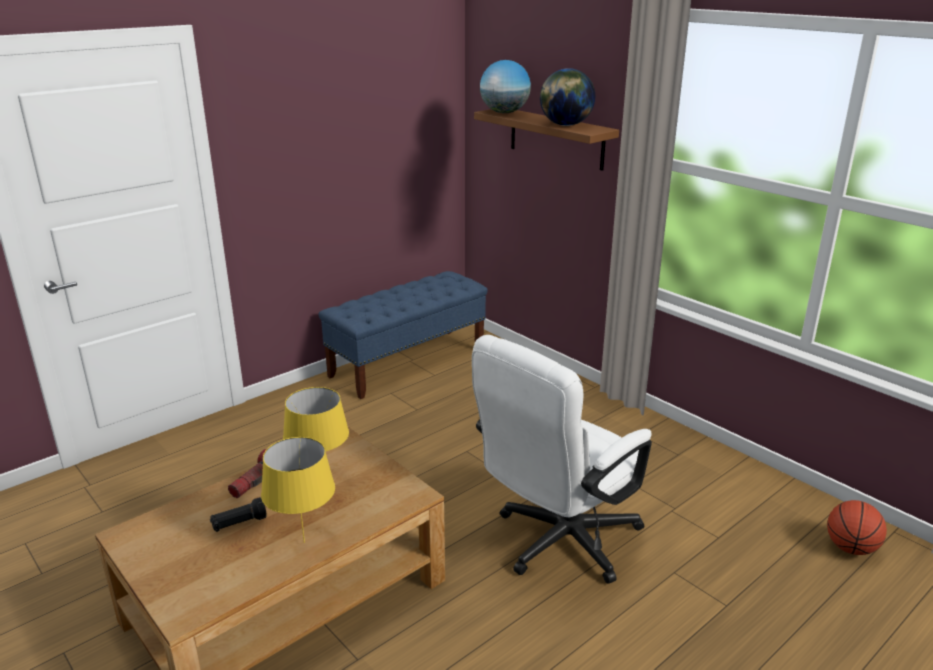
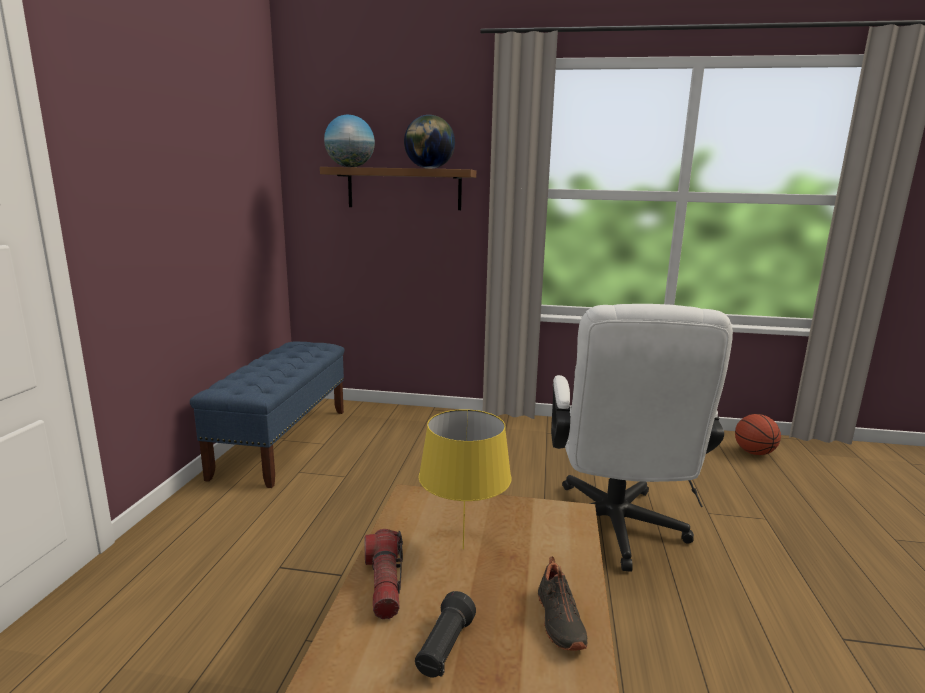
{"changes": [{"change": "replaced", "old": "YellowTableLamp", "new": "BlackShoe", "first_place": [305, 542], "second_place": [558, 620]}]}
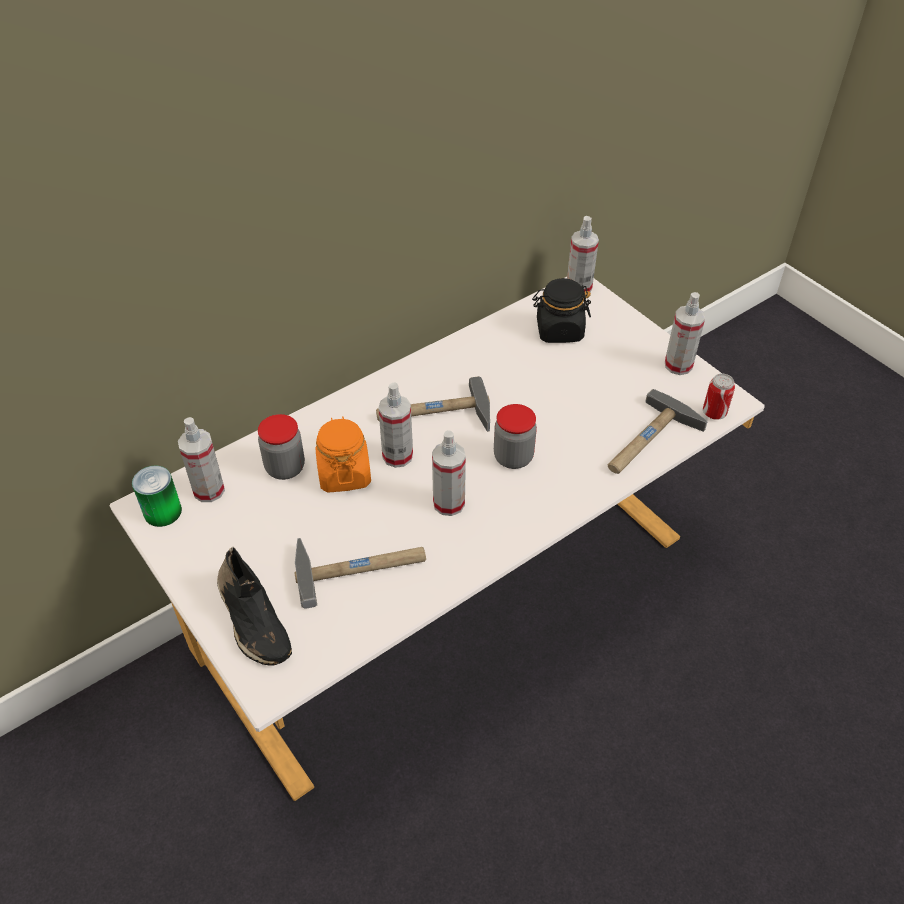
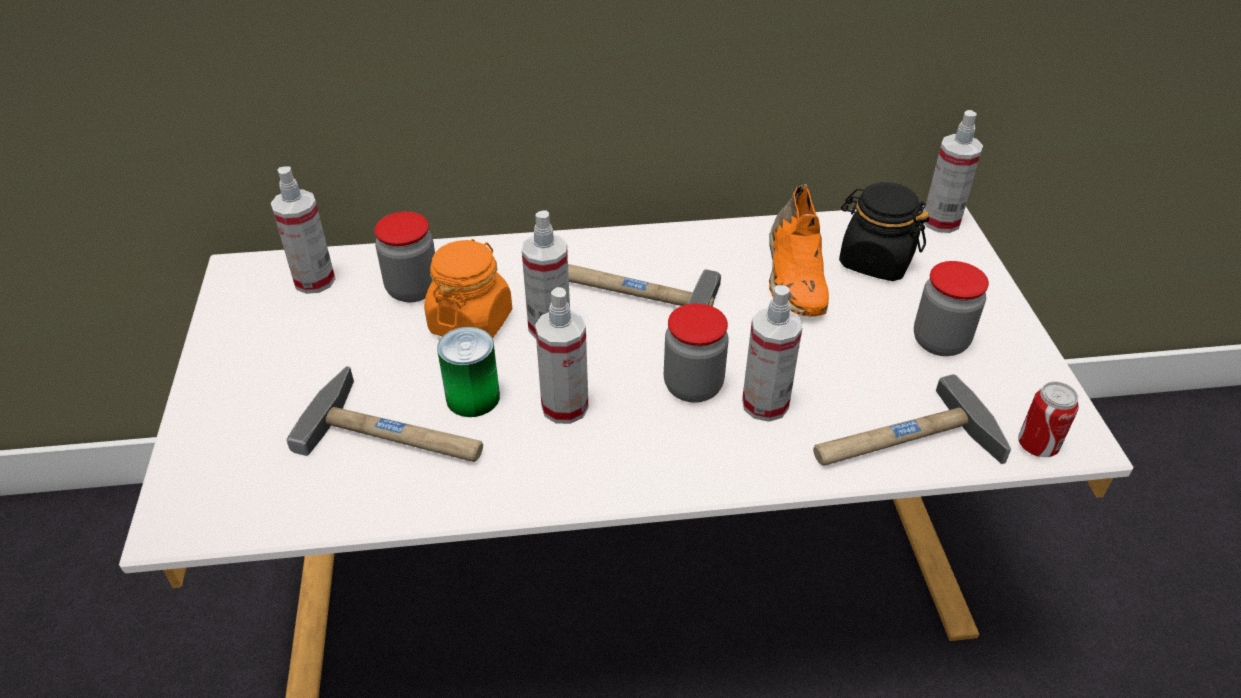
{"changes": [{"change": "removed", "old": "BlackShoe", "first_place": [253, 620]}, {"change": "added", "new": "OrangeShoe", "second_place": [794, 276]}, {"change": "added", "new": "Jar", "second_place": [940, 341]}, {"change": "moved", "old": "Can", "first_place": [162, 512], "second_place": [473, 397]}, {"change": "moved", "old": "SprayBottle", "first_place": [678, 365], "second_place": [765, 404]}]}
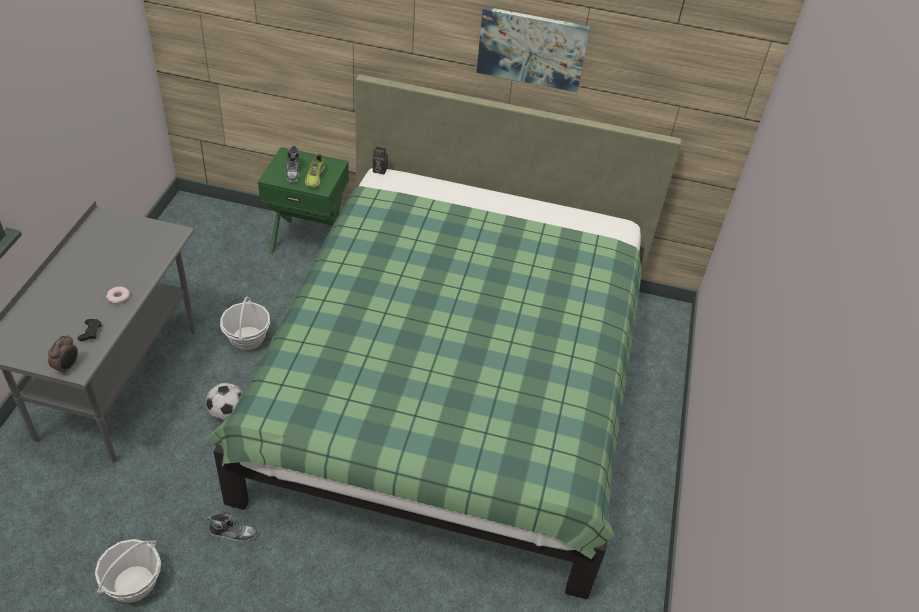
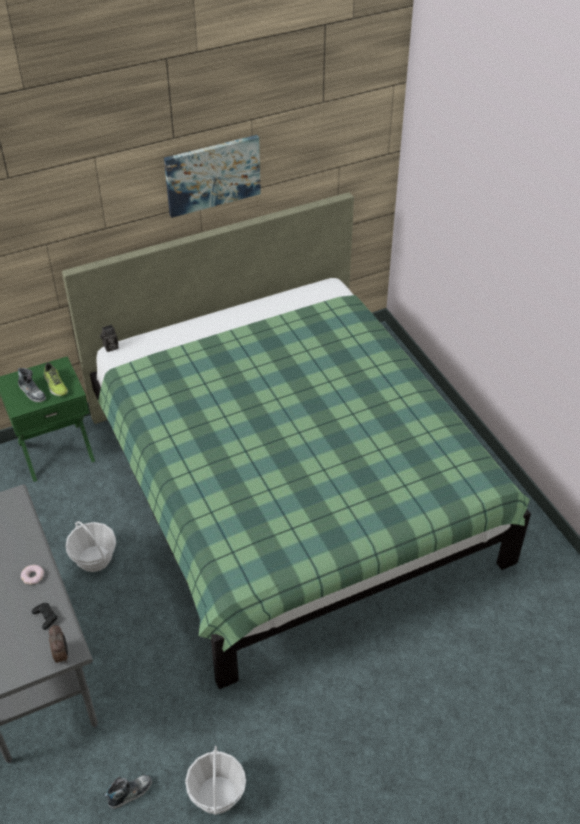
{"changes": [{"change": "removed", "old": "Football", "first_place": [227, 413]}, {"change": "moved", "old": "Shoe", "first_place": [233, 533], "second_place": [130, 793]}]}
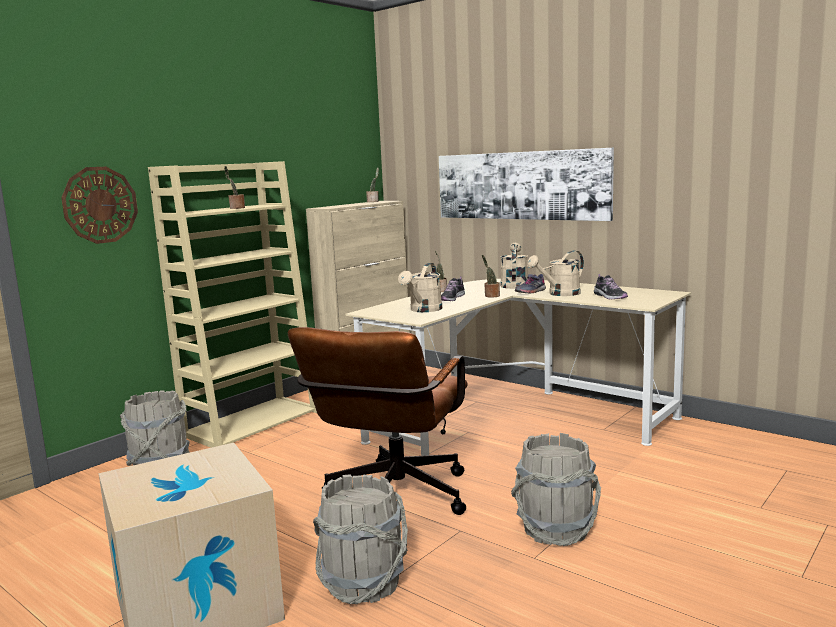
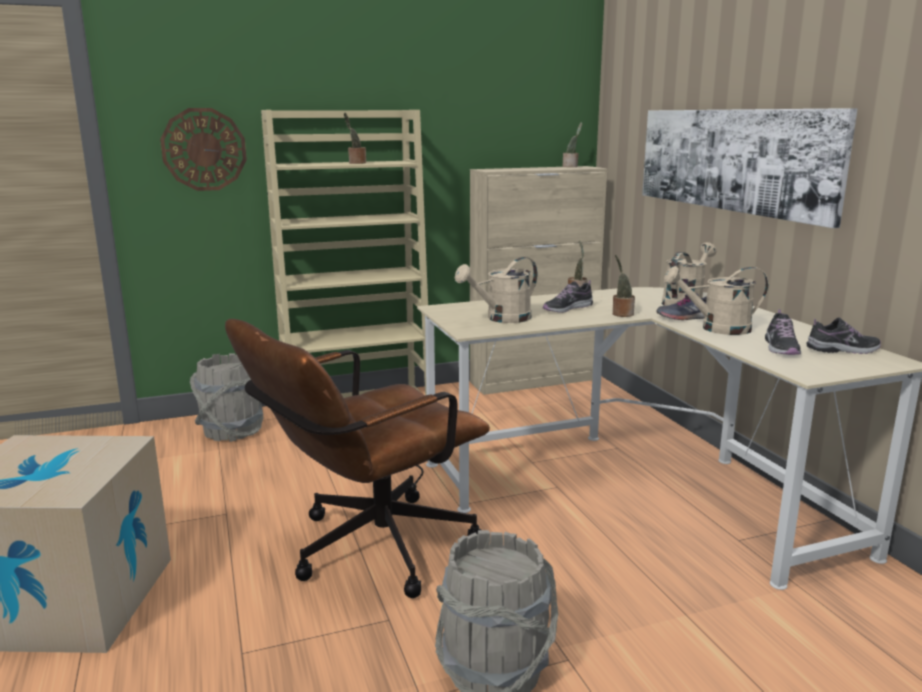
{"changes": [{"change": "removed", "old": "GreyBucket", "first_place": [364, 583]}, {"change": "added", "new": "Shoe", "second_place": [843, 350]}]}
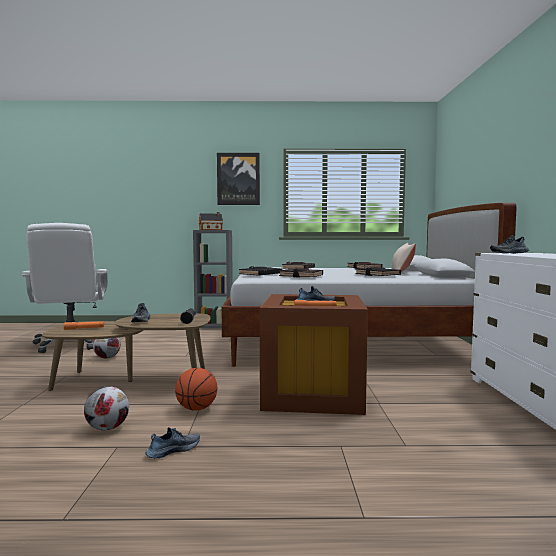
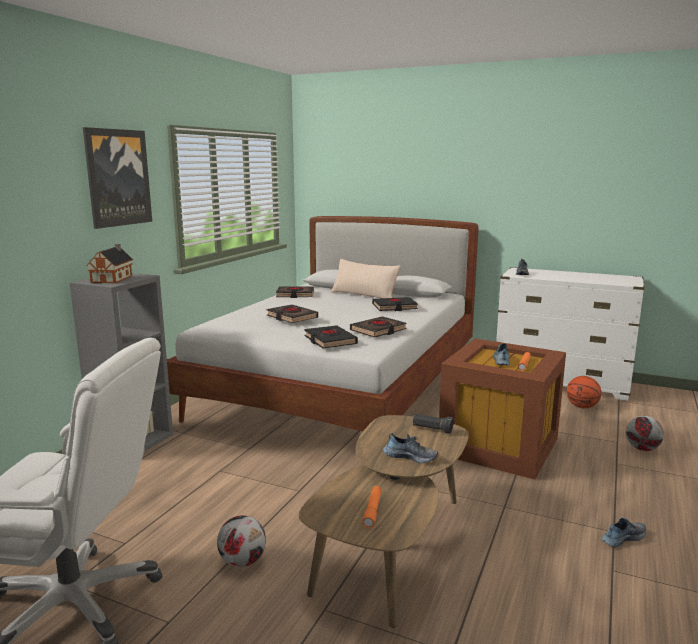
{"changes": [{"change": "moved", "old": "Football", "first_place": [107, 428], "second_place": [641, 449]}, {"change": "moved", "old": "Basketball", "first_place": [197, 409], "second_place": [582, 407]}, {"change": "turned", "old": "Shoe", "first_place": [173, 450], "second_place": [622, 538], "degrees": 75}]}
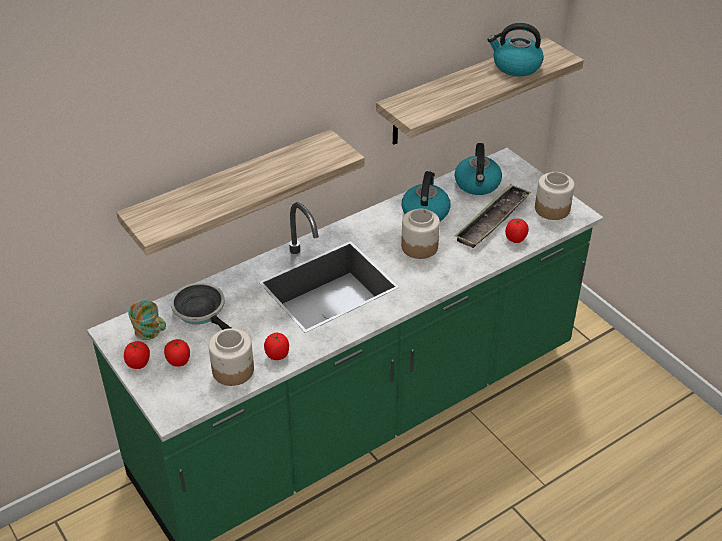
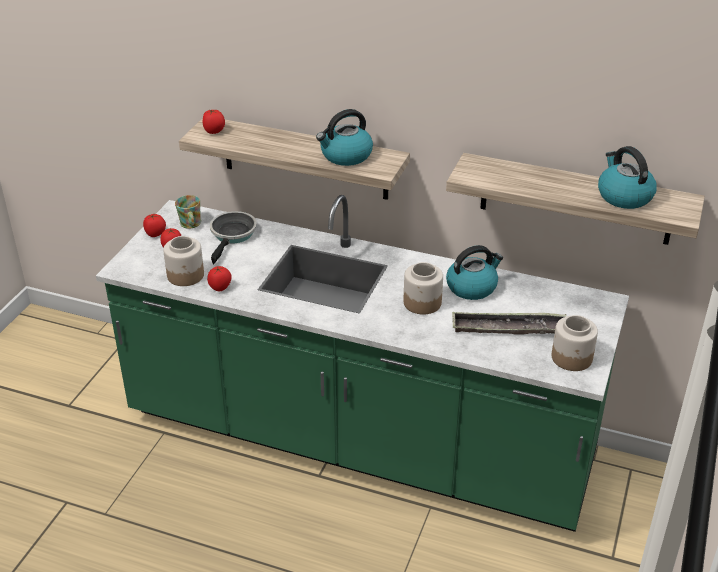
{"changes": [{"change": "moved", "old": "Kettle", "first_place": [477, 184], "second_place": [345, 156]}, {"change": "moved", "old": "Tomato", "first_place": [516, 239], "second_place": [214, 132]}]}
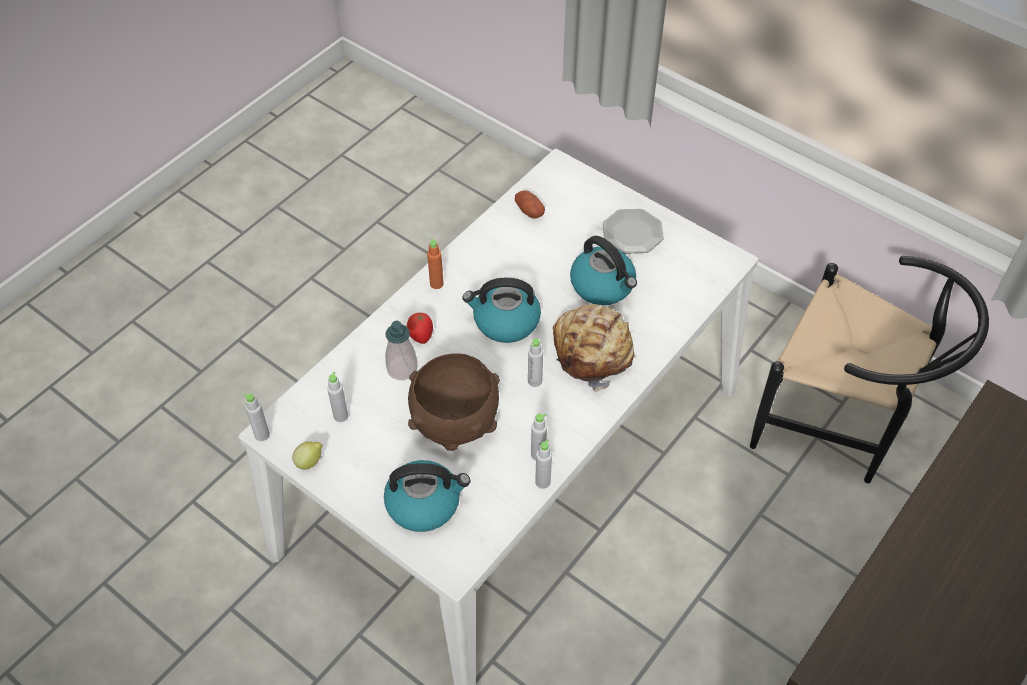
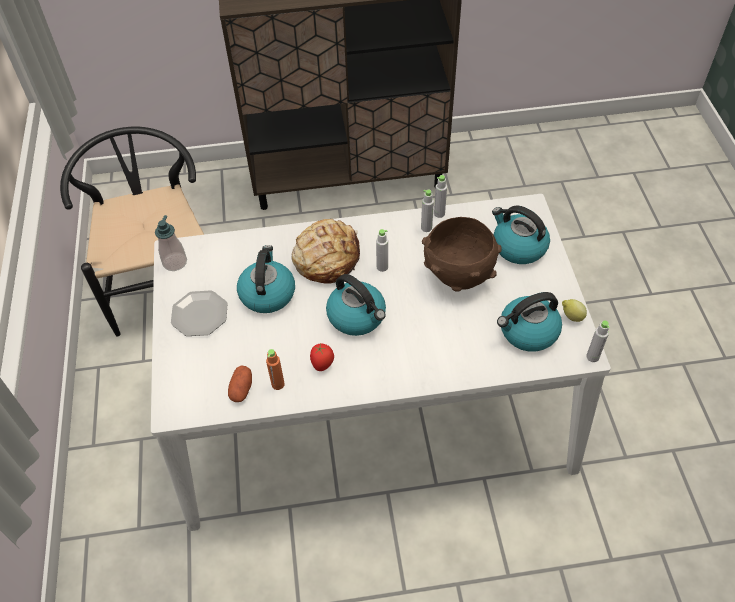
{"changes": [{"change": "moved", "old": "SoapDispenser", "first_place": [402, 369], "second_place": [175, 262]}, {"change": "moved", "old": "Tomato", "first_place": [420, 337], "second_place": [322, 364]}, {"change": "moved", "old": "OrangeBottle", "first_place": [436, 284], "second_place": [278, 384]}, {"change": "replaced", "old": "GreyBottle", "new": "Kettle", "first_place": [341, 416], "second_place": [527, 332]}]}
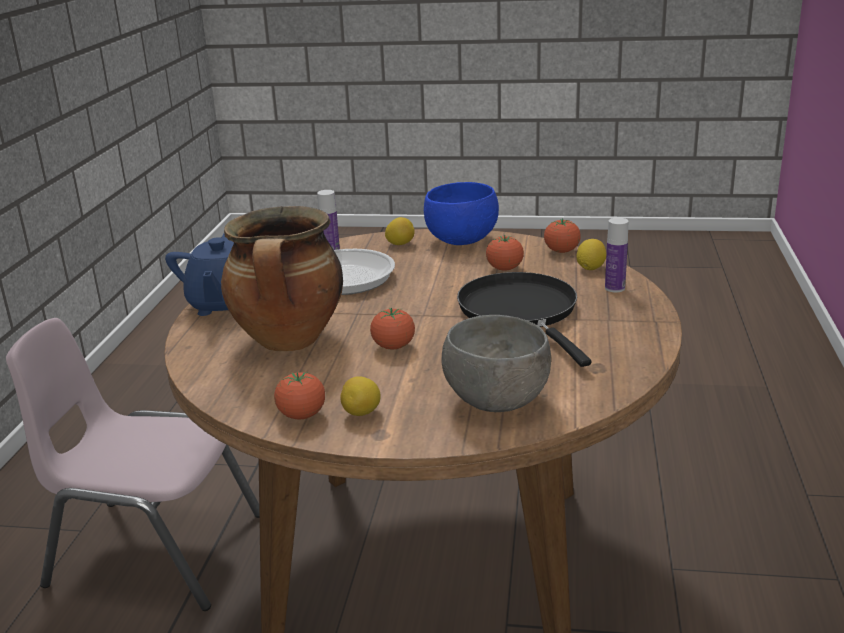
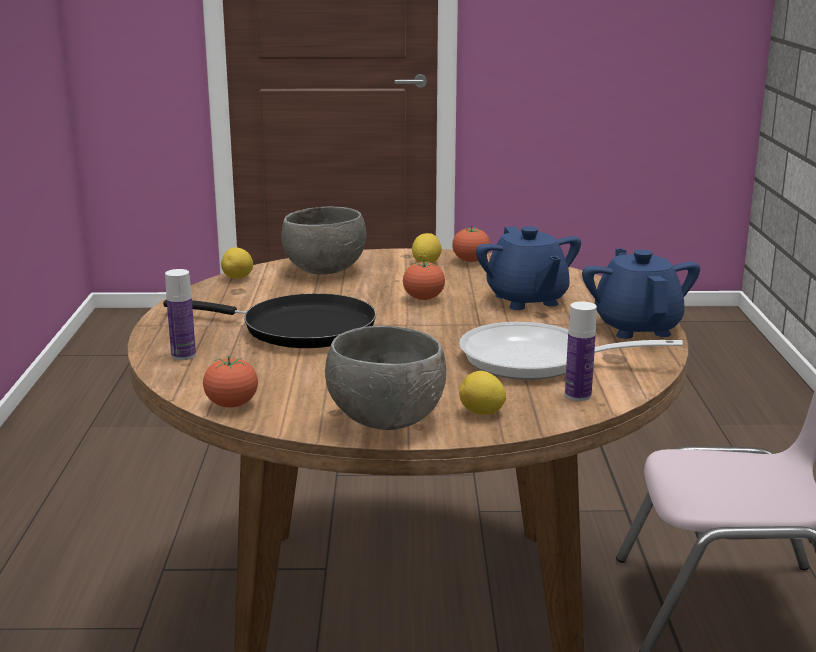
{"changes": [{"change": "removed", "old": "Tomato", "first_place": [504, 269]}, {"change": "moved", "old": "Lemon", "first_place": [590, 268], "second_place": [238, 278]}, {"change": "replaced", "old": "CookingPot", "new": "BlueTeapot", "first_place": [290, 341], "second_place": [526, 300]}, {"change": "recoloured", "old": "BlueBowl", "new": "GreyBowl", "first_place": [461, 240], "second_place": [387, 422]}, {"change": "turned", "old": "BlackFryingPan", "first_place": [521, 312], "second_place": [299, 328], "degrees": -45}]}
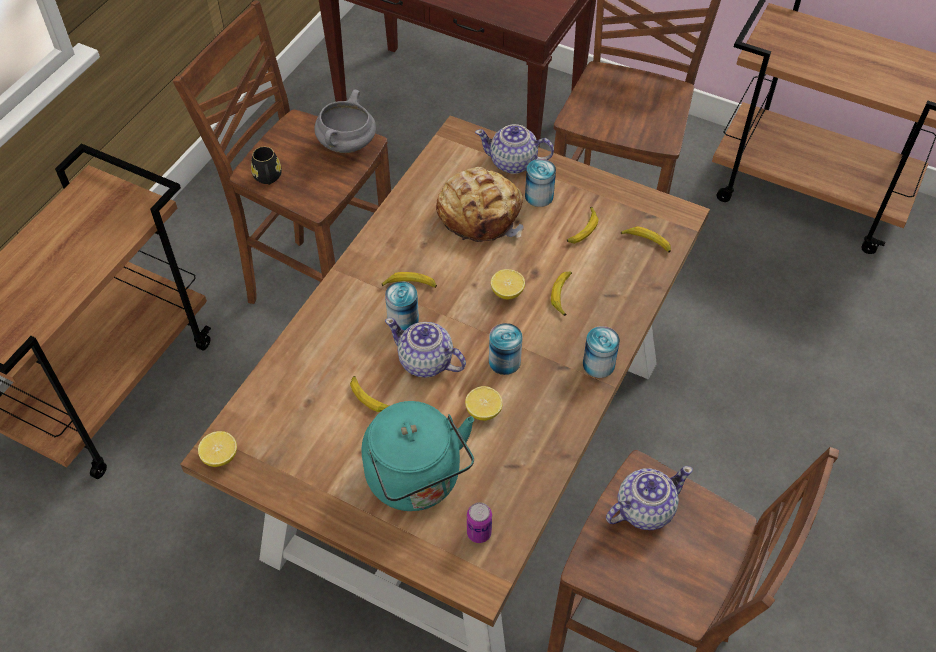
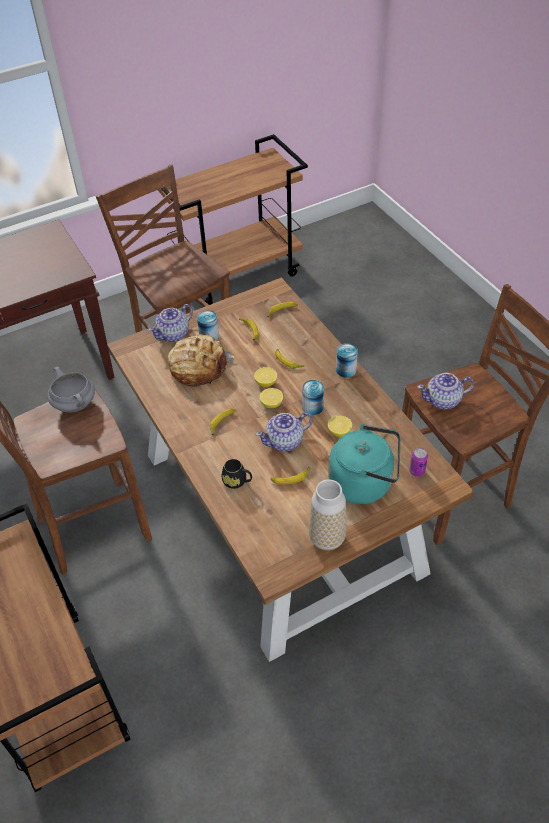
{"changes": [{"change": "removed", "old": "Can", "first_place": [403, 319]}, {"change": "added", "new": "Vase", "second_place": [327, 538]}, {"change": "moved", "old": "Lemon", "first_place": [220, 456], "second_place": [271, 404]}, {"change": "moved", "old": "BlackMug", "first_place": [268, 179], "second_place": [237, 482]}, {"change": "turned", "old": "Teapot", "first_place": [643, 509], "second_place": [443, 400], "degrees": -105}]}
